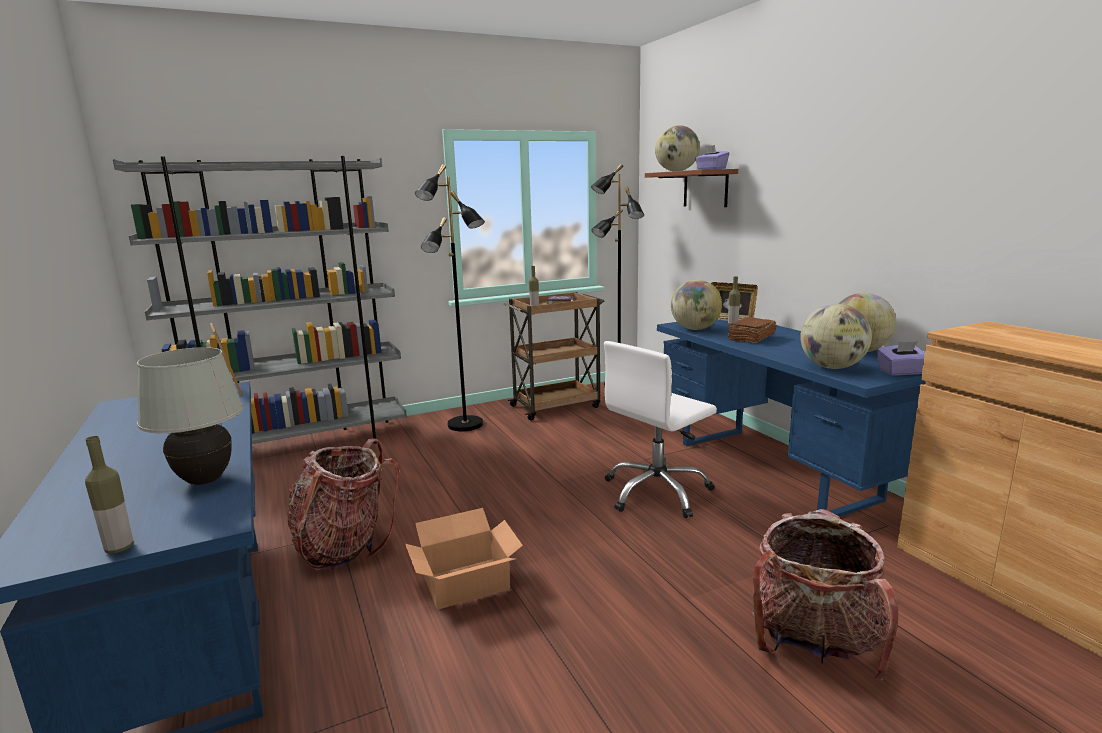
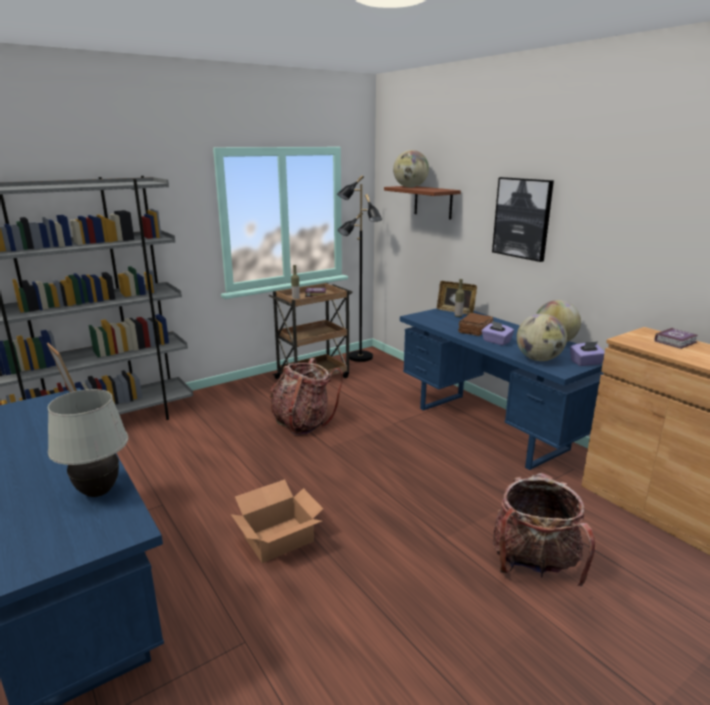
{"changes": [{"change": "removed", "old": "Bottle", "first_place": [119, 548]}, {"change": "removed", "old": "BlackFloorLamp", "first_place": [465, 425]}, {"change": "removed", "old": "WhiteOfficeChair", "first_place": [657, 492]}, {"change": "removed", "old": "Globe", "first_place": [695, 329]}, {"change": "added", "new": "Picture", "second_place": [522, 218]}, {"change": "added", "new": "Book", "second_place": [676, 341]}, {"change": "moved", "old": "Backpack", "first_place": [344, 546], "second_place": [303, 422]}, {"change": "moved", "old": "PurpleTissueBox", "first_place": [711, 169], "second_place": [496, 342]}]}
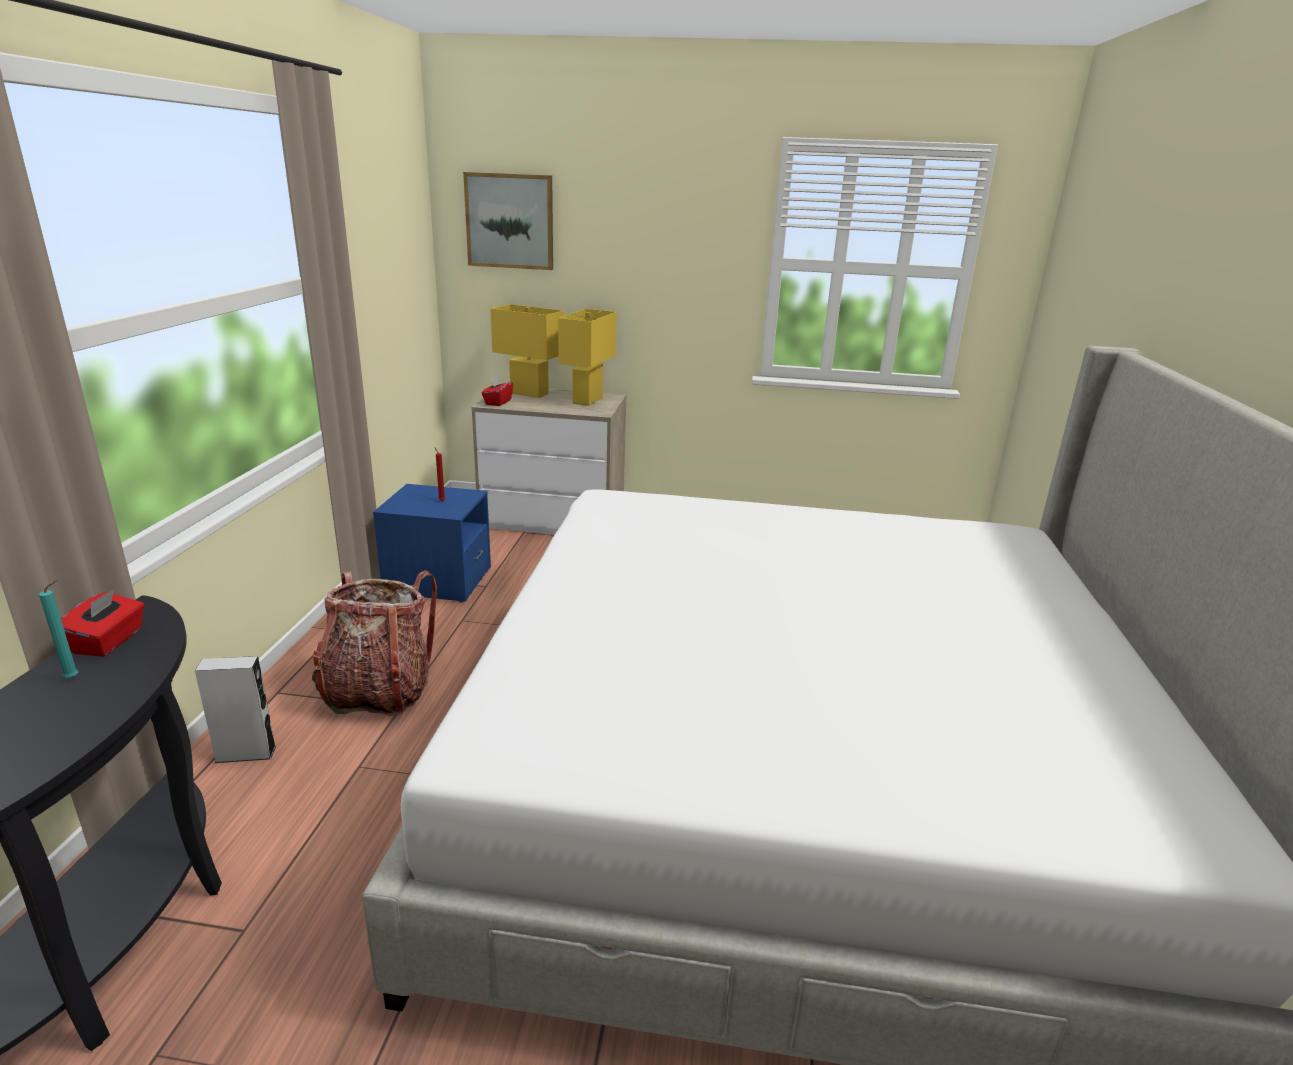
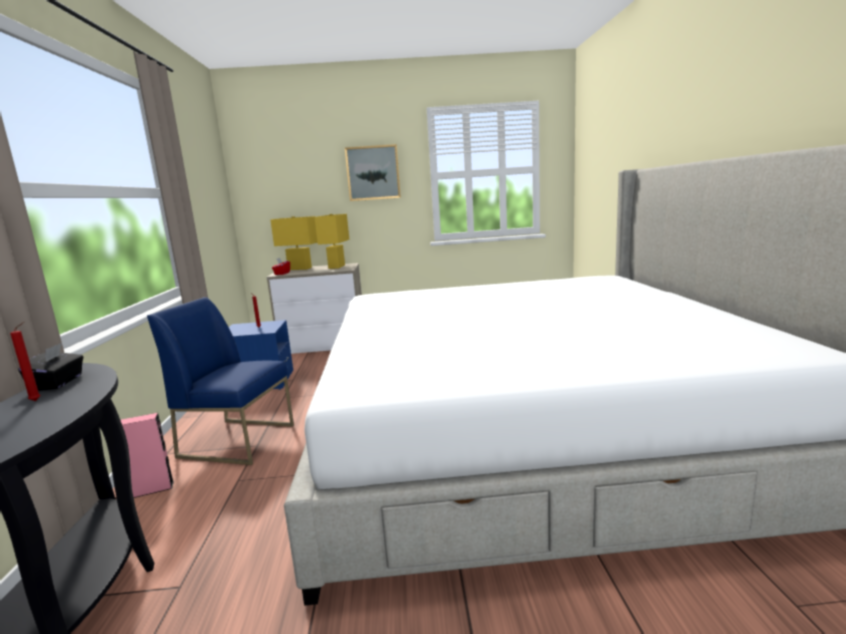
{"changes": [{"change": "moved", "old": "Picture", "first_place": [510, 221], "second_place": [373, 173]}, {"change": "replaced", "old": "Backpack", "new": "BlueChair", "first_place": [378, 691], "second_place": [239, 440]}, {"change": "recoloured", "old": "TurquoiseCandle", "new": "RedCandle", "first_place": [74, 678], "second_place": [37, 400]}, {"change": "recoloured", "old": "RedTissueBox", "new": "BlackTissueBox", "first_place": [109, 641], "second_place": [58, 383]}, {"change": "recoloured", "old": "GreySpeaker", "new": "PinkSpeaker", "first_place": [246, 754], "second_place": [152, 489]}]}
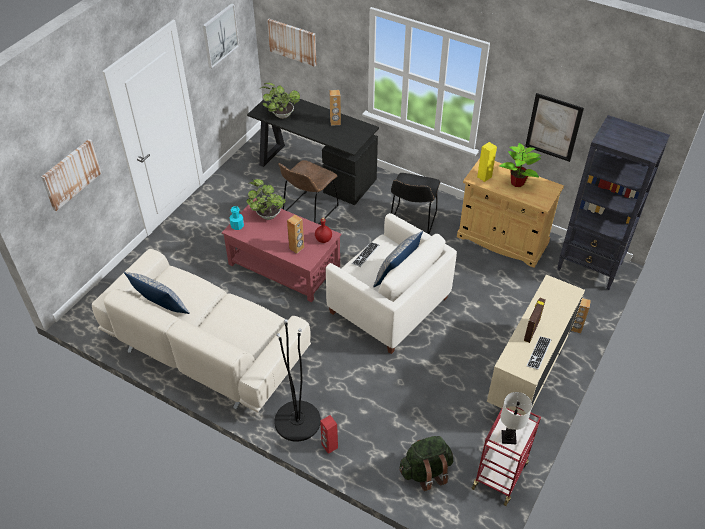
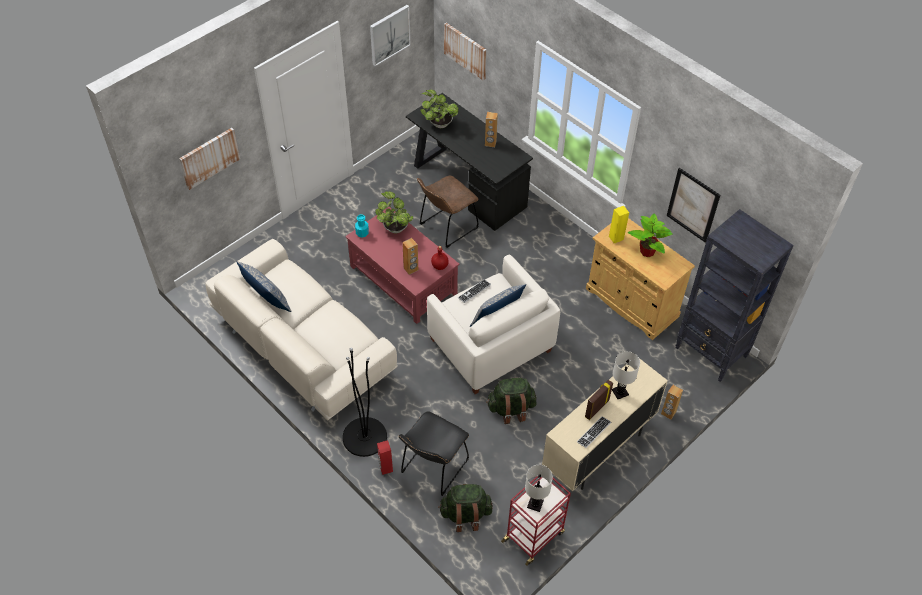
{"changes": [{"change": "added", "new": "GreenBackpack", "second_place": [511, 409]}, {"change": "added", "new": "WhiteTableLamp", "second_place": [619, 392]}, {"change": "moved", "old": "BlackChair", "first_place": [412, 223], "second_place": [433, 468]}]}
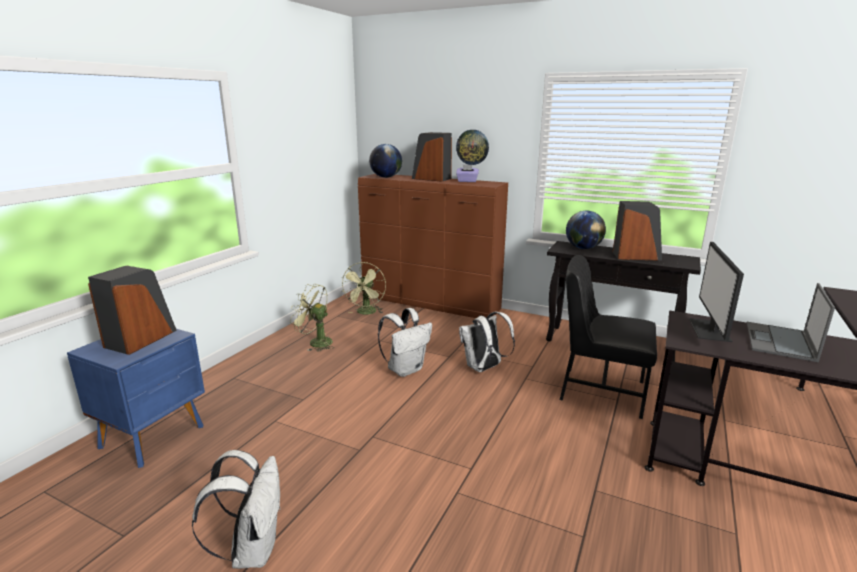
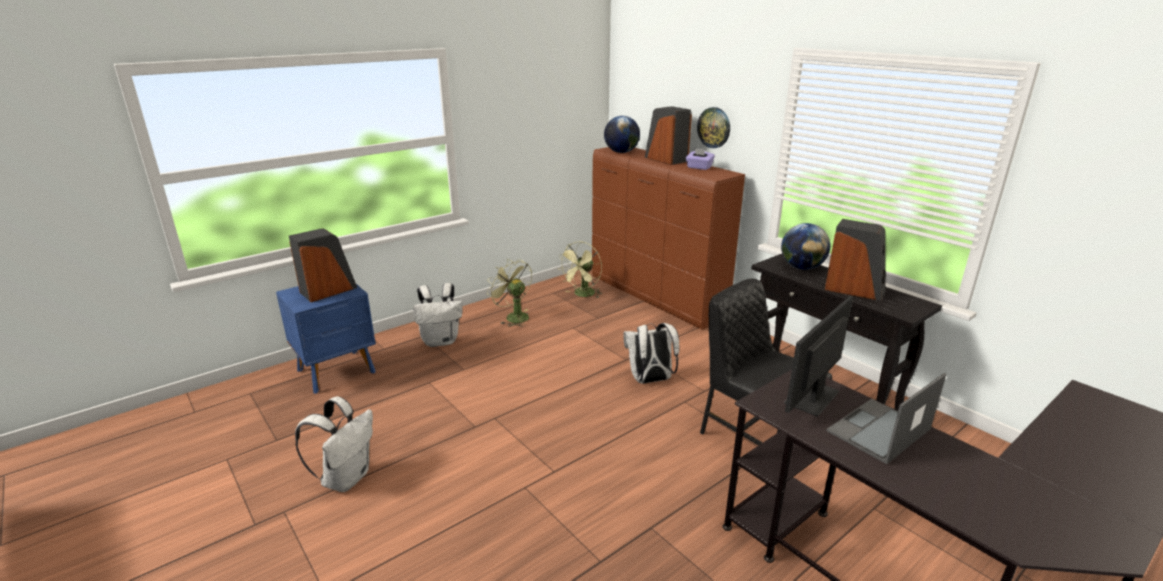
{"changes": [{"change": "moved", "old": "WhiteBackpack", "first_place": [406, 369], "second_place": [441, 341]}]}
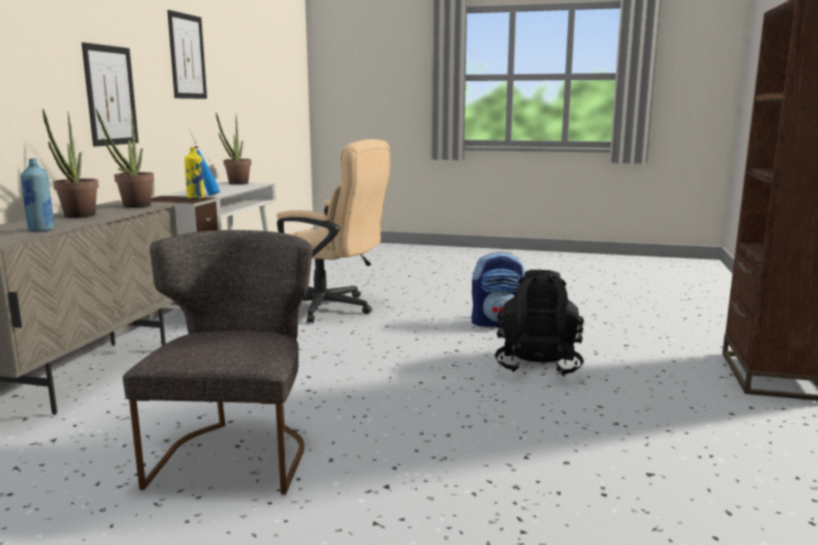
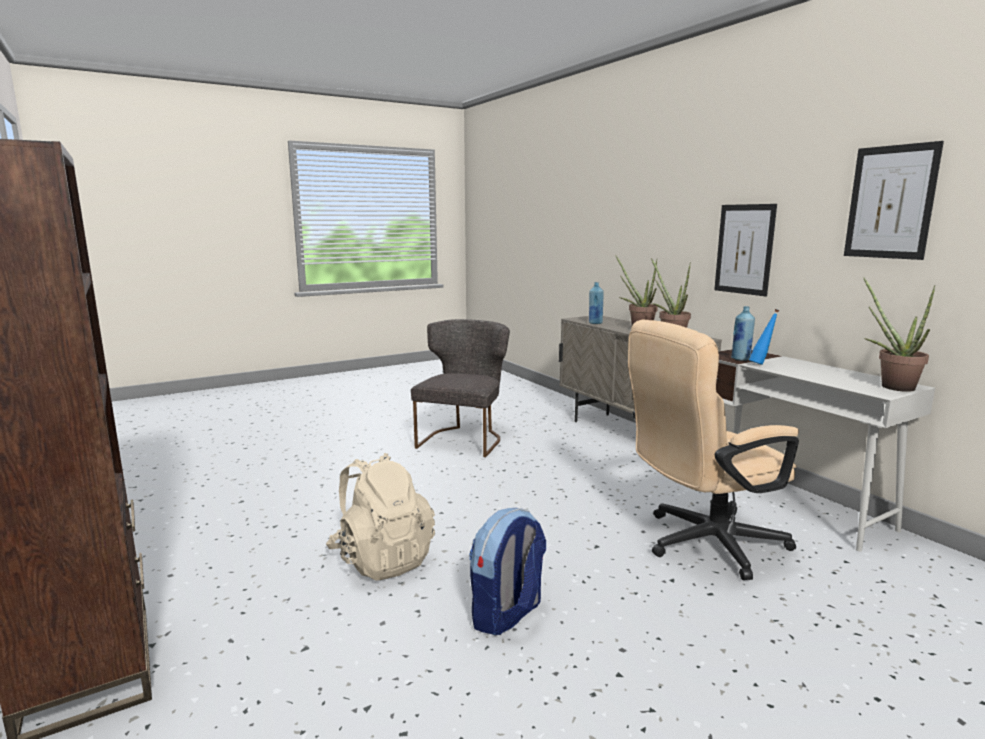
{"changes": [{"change": "recoloured", "old": "YellowBottle", "new": "BlueBottle", "first_place": [196, 198], "second_place": [740, 359]}, {"change": "recoloured", "old": "BlackBackpack", "new": "BeigeBackpack", "first_place": [537, 365], "second_place": [382, 559]}, {"change": "turned", "old": "GreyChair", "first_place": [236, 452], "second_place": [464, 439], "degrees": -120}]}
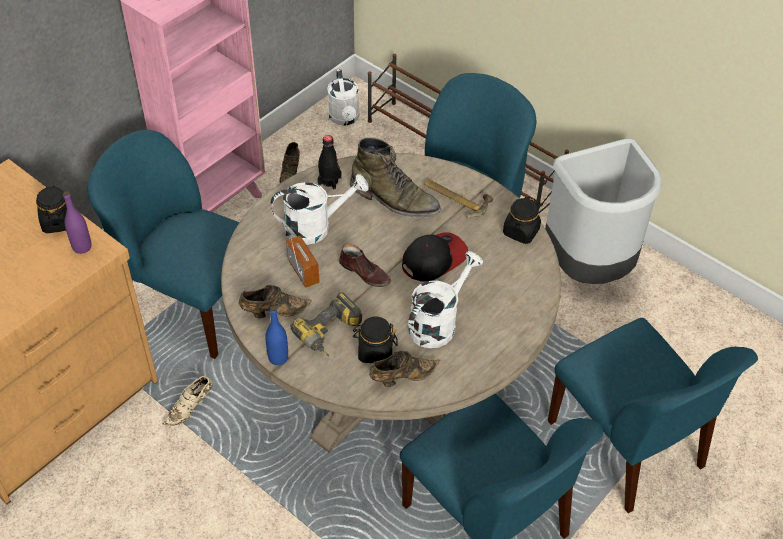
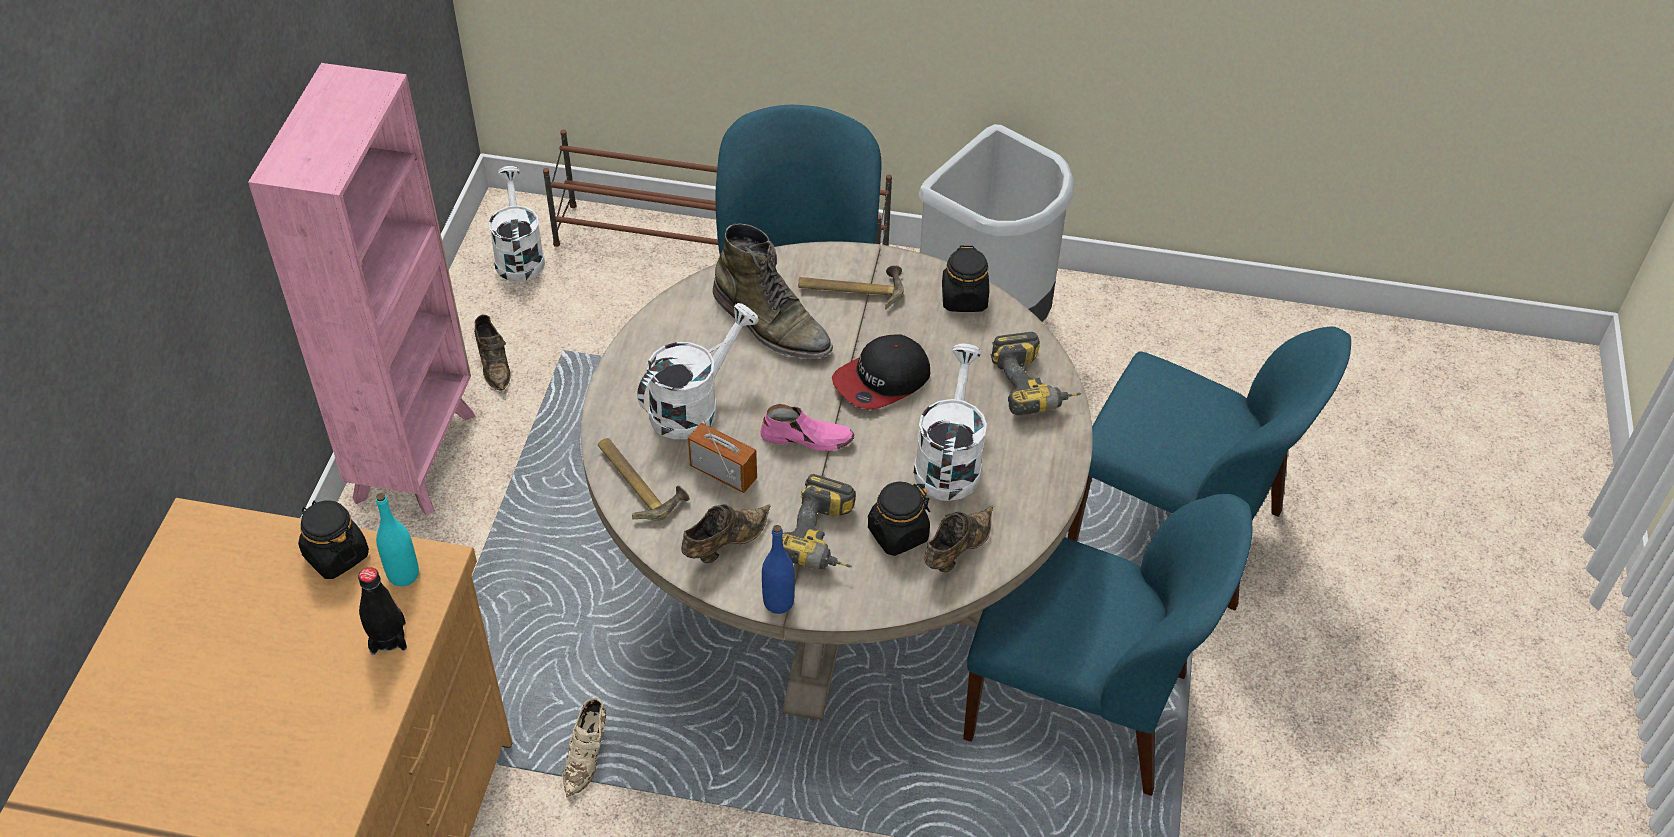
{"changes": [{"change": "removed", "old": "BlueChair", "first_place": [193, 303]}, {"change": "added", "new": "Hammer", "second_place": [638, 481]}, {"change": "added", "new": "PowerDrill", "second_place": [1034, 386]}, {"change": "moved", "old": "BlackBottle", "first_place": [329, 181], "second_place": [388, 638]}, {"change": "recoloured", "old": "PurpleBottle", "new": "TurquoiseBottle", "first_place": [82, 247], "second_place": [403, 575]}, {"change": "recoloured", "old": "BrownShoe", "new": "PinkShoe", "first_place": [365, 273], "second_place": [807, 437]}, {"change": "turned", "old": "WhiteWateringCan", "first_place": [345, 119], "second_place": [518, 255], "degrees": -150}, {"change": "turned", "old": "GreenBoot", "first_place": [394, 199], "second_place": [771, 324], "degrees": 45}, {"change": "turned", "old": "Cap", "first_place": [434, 259], "second_place": [882, 380], "degrees": -150}]}
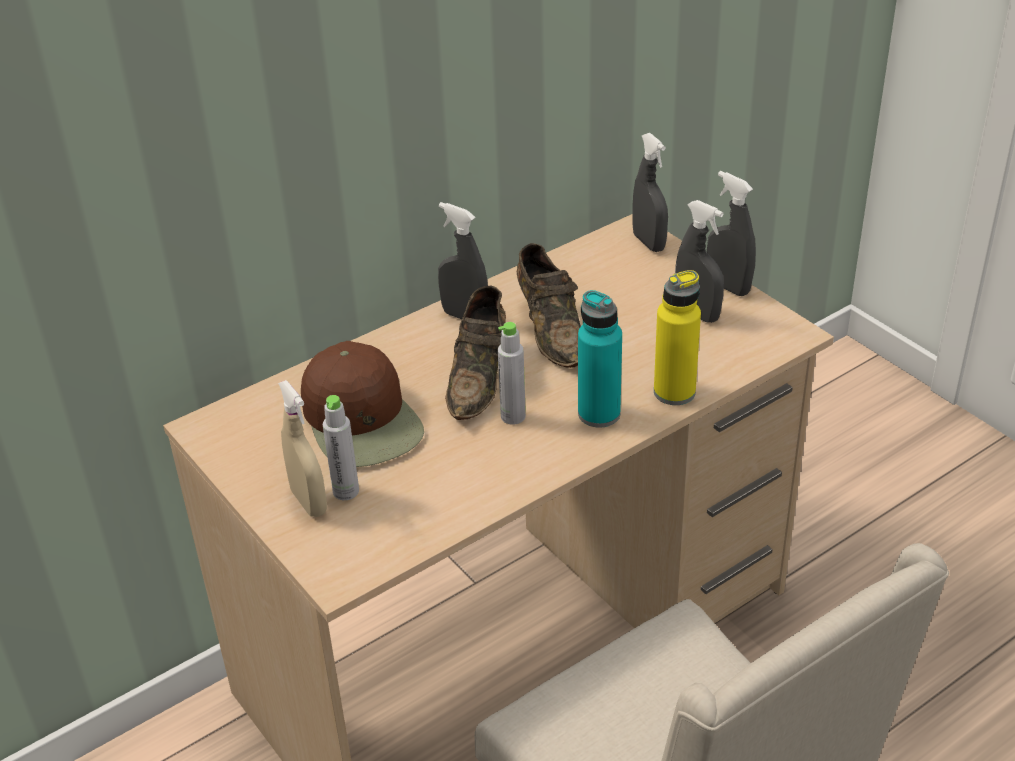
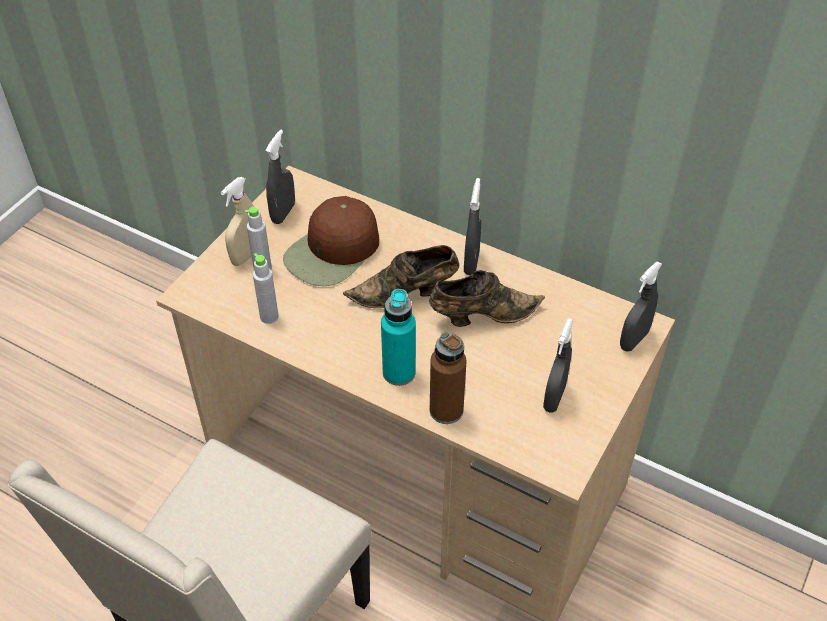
{"changes": [{"change": "moved", "old": "GreyBottle", "first_place": [513, 416], "second_place": [269, 317]}, {"change": "moved", "old": "GreySprayBottle", "first_place": [728, 287], "second_place": [283, 213]}, {"change": "recoloured", "old": "YellowBottle", "new": "BrownBottle", "first_place": [674, 392], "second_place": [446, 410]}, {"change": "turned", "old": "BrownShoe", "first_place": [551, 331], "second_place": [481, 315], "degrees": -150}]}
